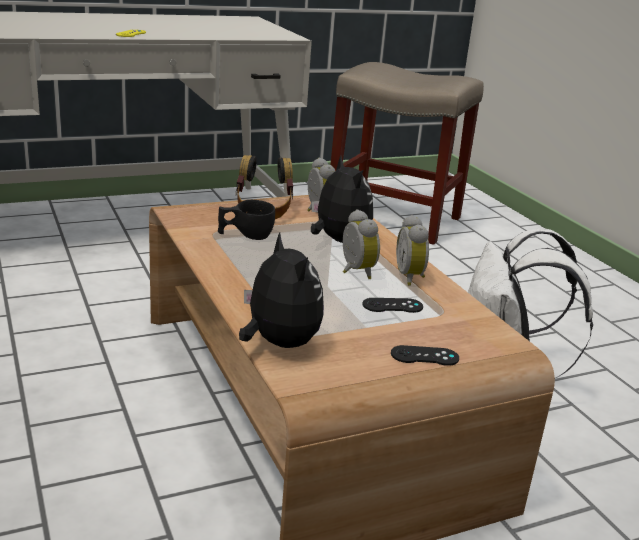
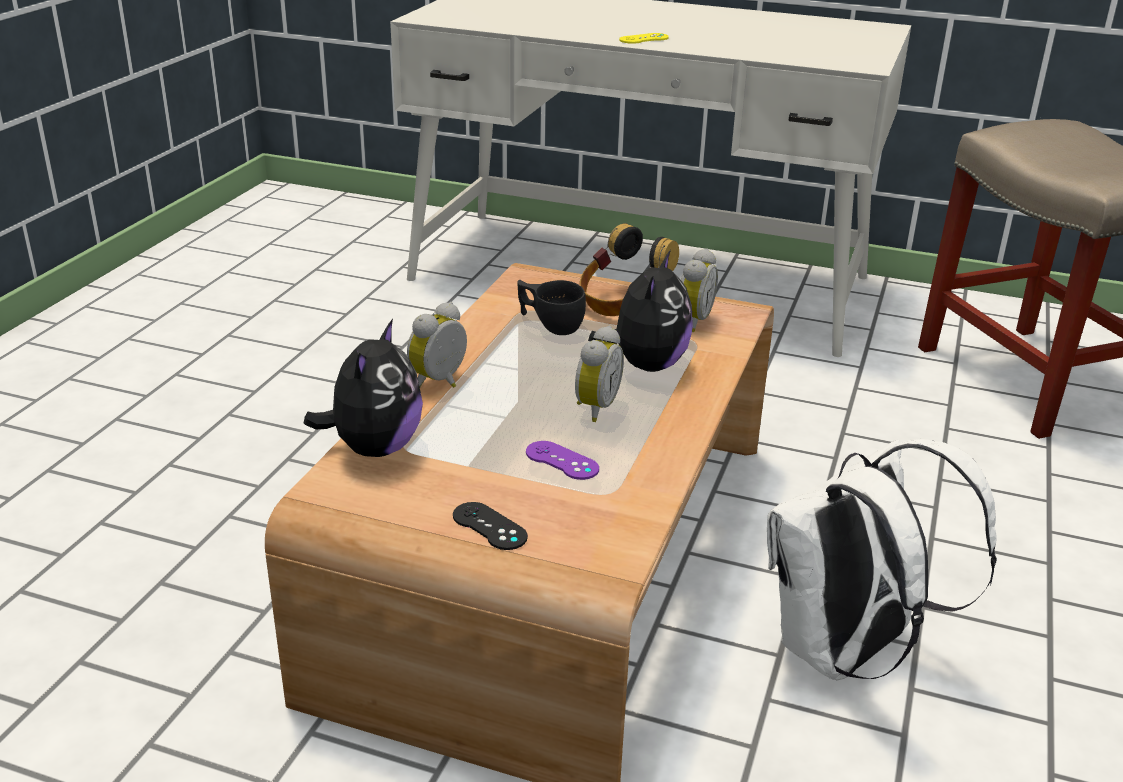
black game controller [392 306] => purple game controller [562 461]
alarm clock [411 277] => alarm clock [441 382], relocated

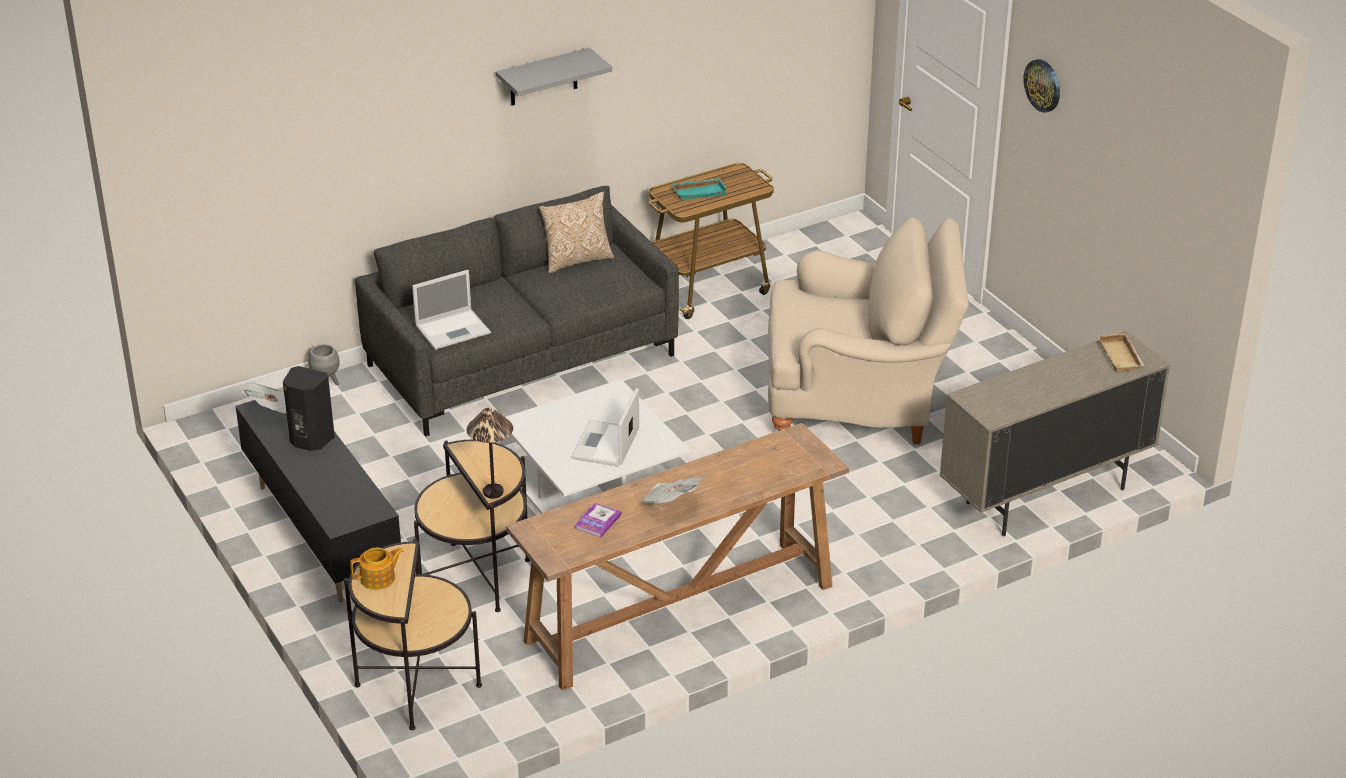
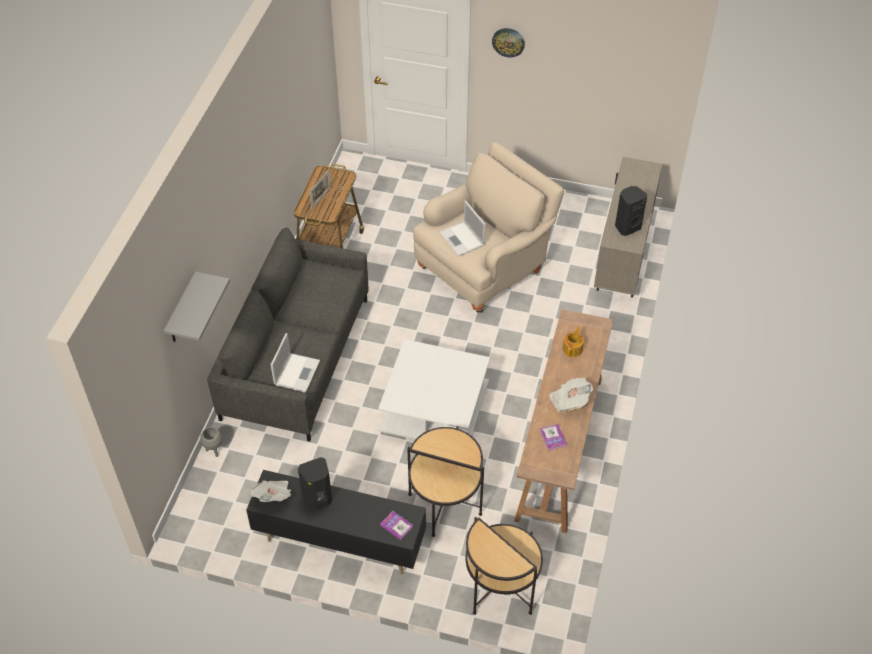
teapot [378 579] => teapot [573 349], relocated
table lamp [494 492] => nothing
grey shelf [543 77] => grey shelf [182 310], relocated
pillow [576 260] => nothing
laptop [605 445] => laptop [462 239], relocated
turquoise tray [699 191] => picture frame [321 198]
beige tray [1122 357] => nothing
nothing => book [396 526]
nothing => black speaker [627 227]

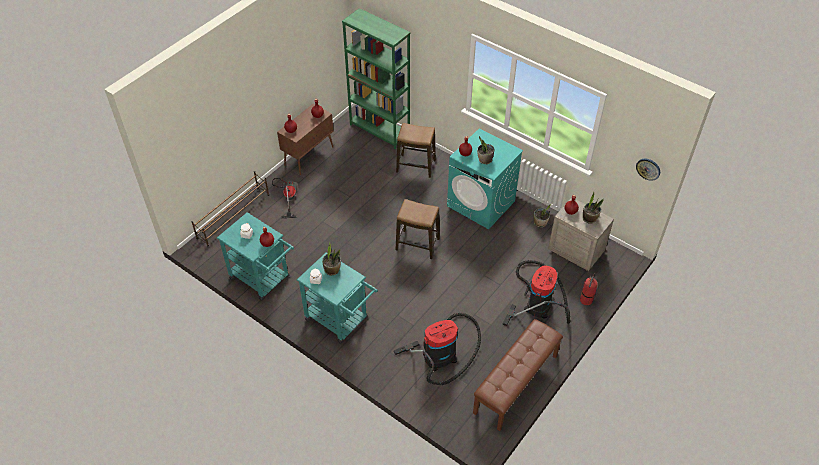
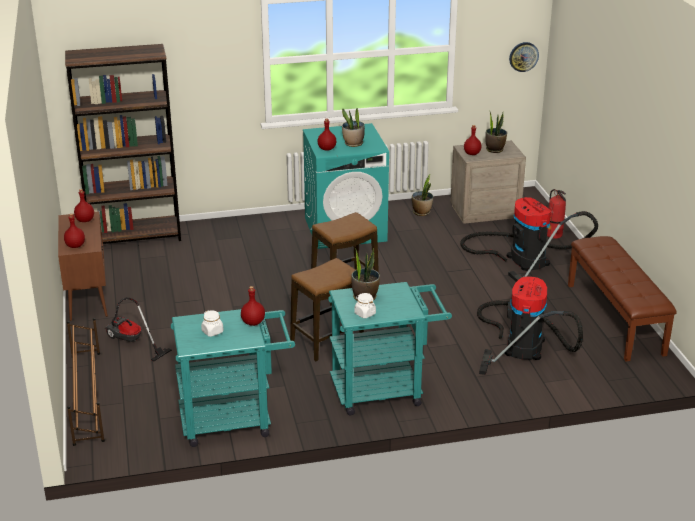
green bookcase [379 130] => brown bookcase [135 236]
stool [416 166] => stool [327 341], relocated

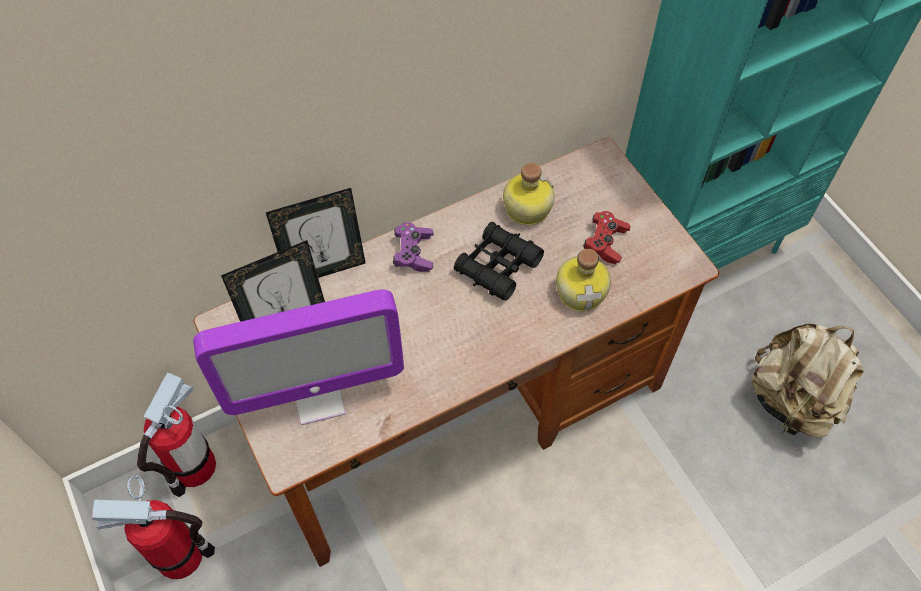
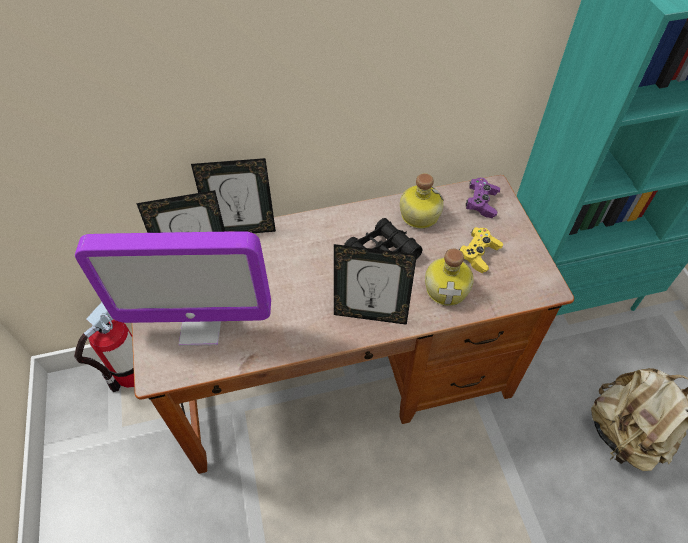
fire extinguisher [180 555] => nothing
purple game controller [413 253] => purple game controller [481 203], relocated
red game controller [605 242] => yellow game controller [478 254]
nothing => picture frame [370 314]

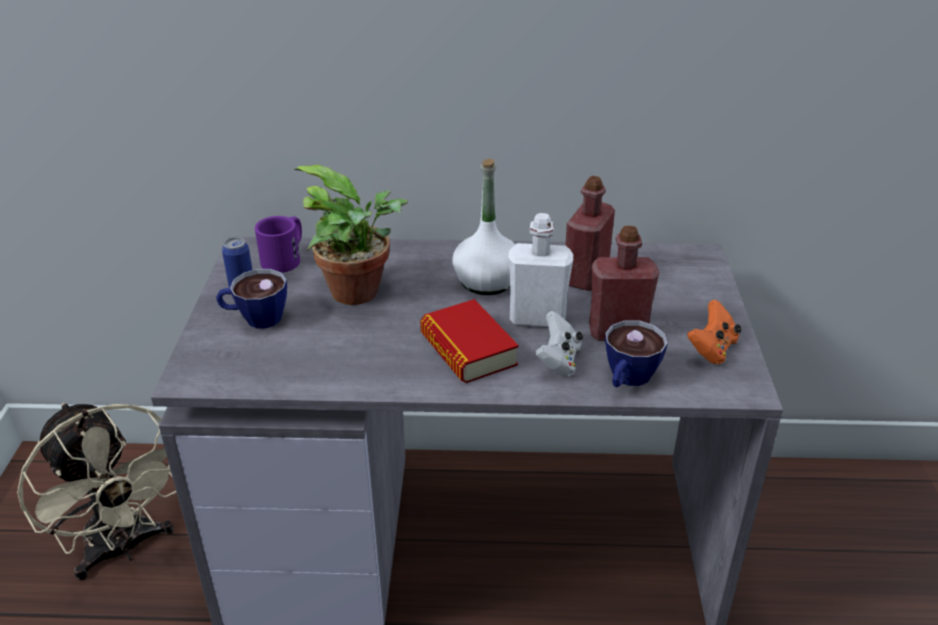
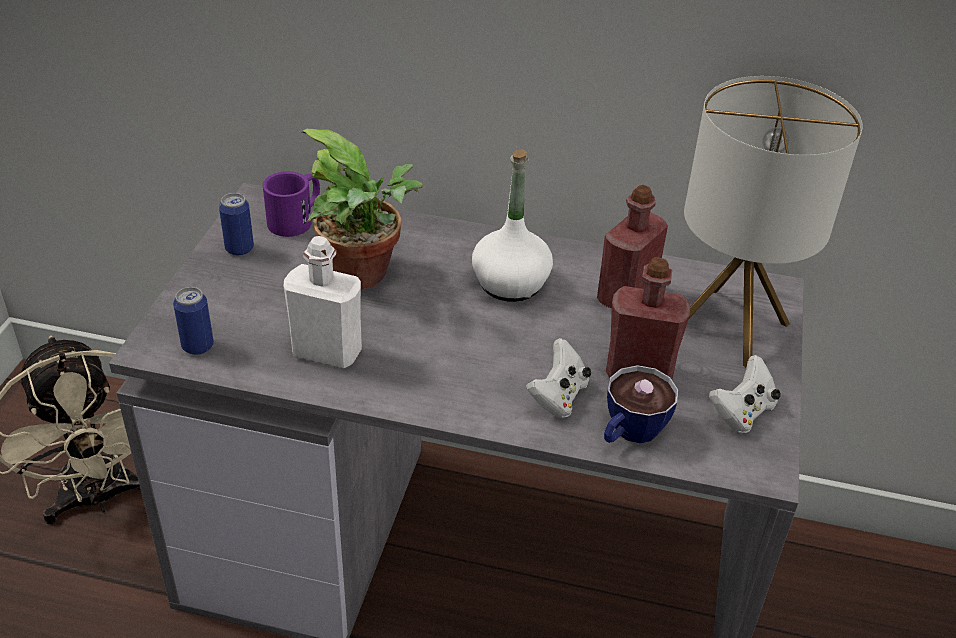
cup [255 318] => nothing
book [468 349] => nothing
white bottle [537 318] => white bottle [327 352], relocated
orange game controller [712 349] => white game controller [742 412]
nothing => can [198 346]
nothing => table lamp [730 326]

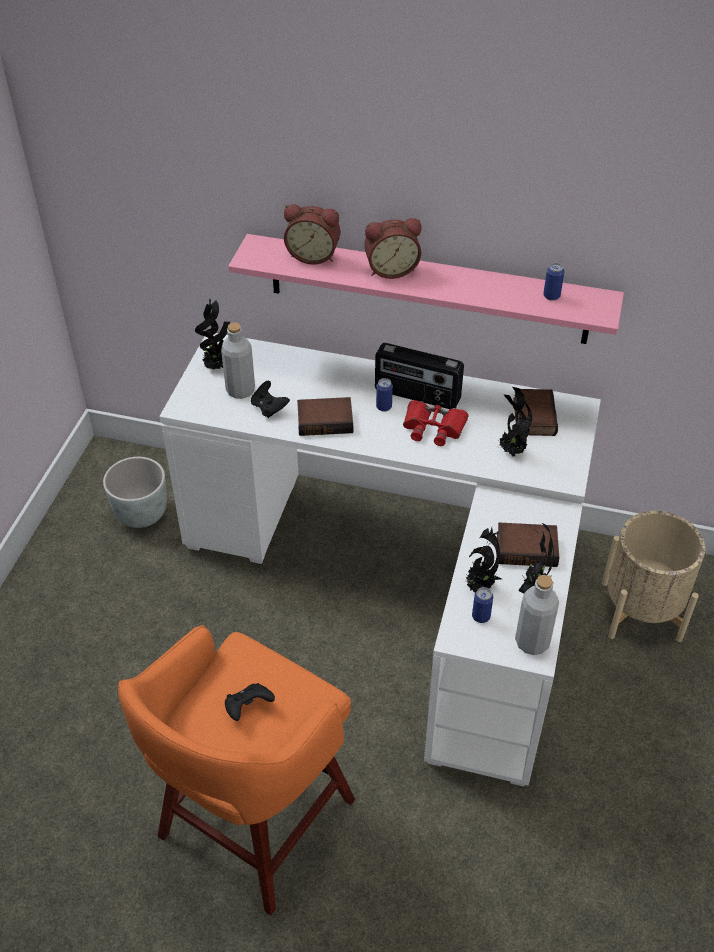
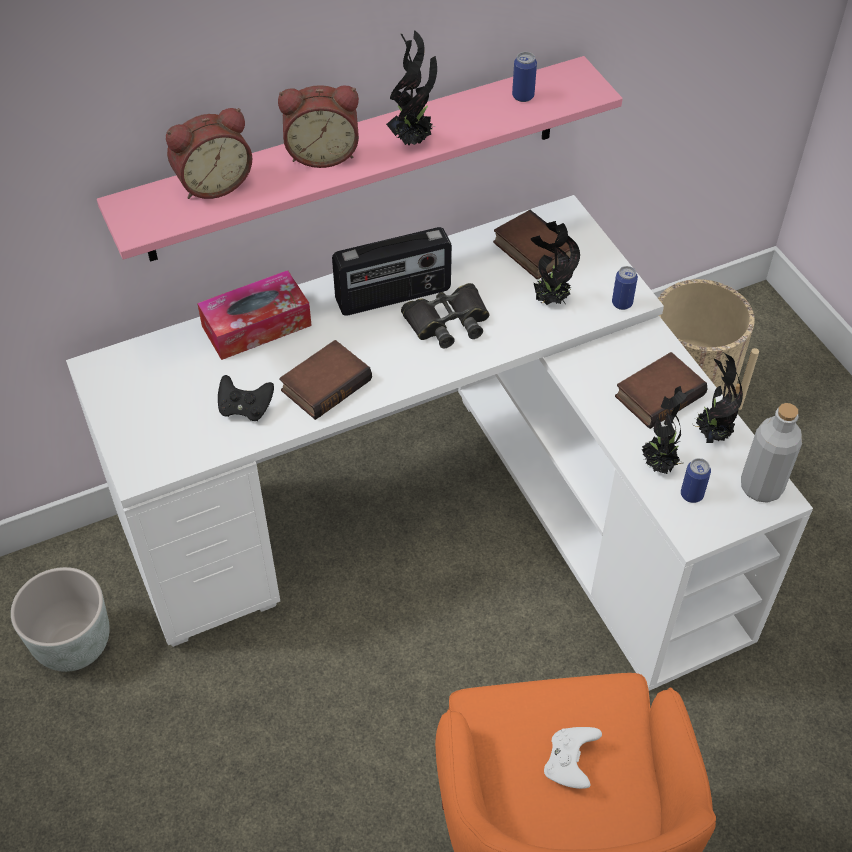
potted plant [217 367] => potted plant [413 140], relocated
grey bottle [240 390] => nothing
black game controller [248 708] => white game controller [570 764]
alarm clock [391 269] => alarm clock [322 153], 45 degrees clockwise
can [384 407] => can [622 303], relocated
red binoculars [433 427] => black binoculars [448 322]
nothing => tissue box [256 326]

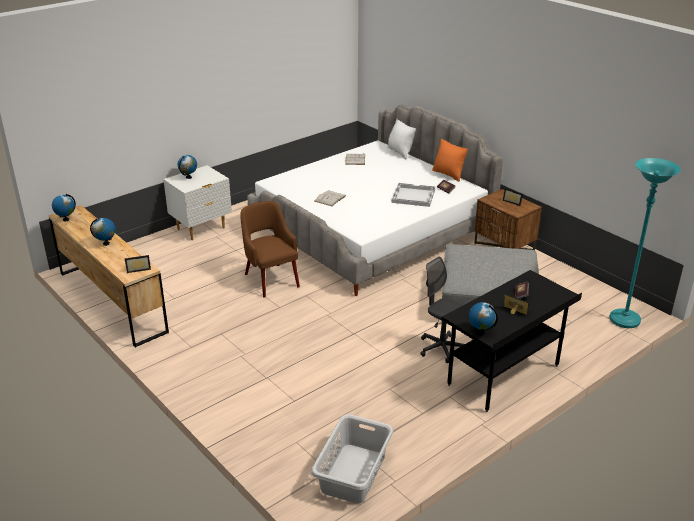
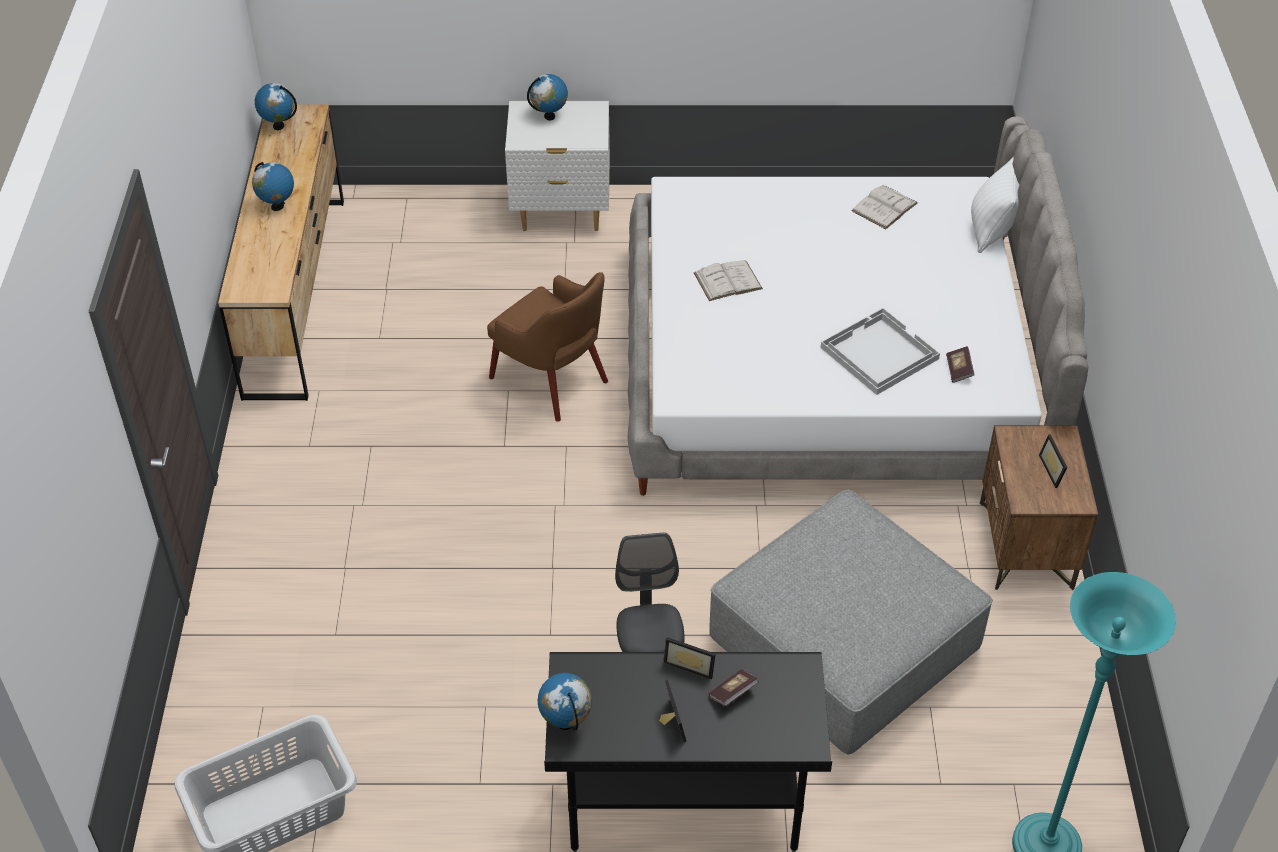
picture frame [138 269] => picture frame [690 664], relocated
brown armchair [271 279] => brown armchair [551 381], 120 degrees clockwise
orange pillow [448 174] => nothing

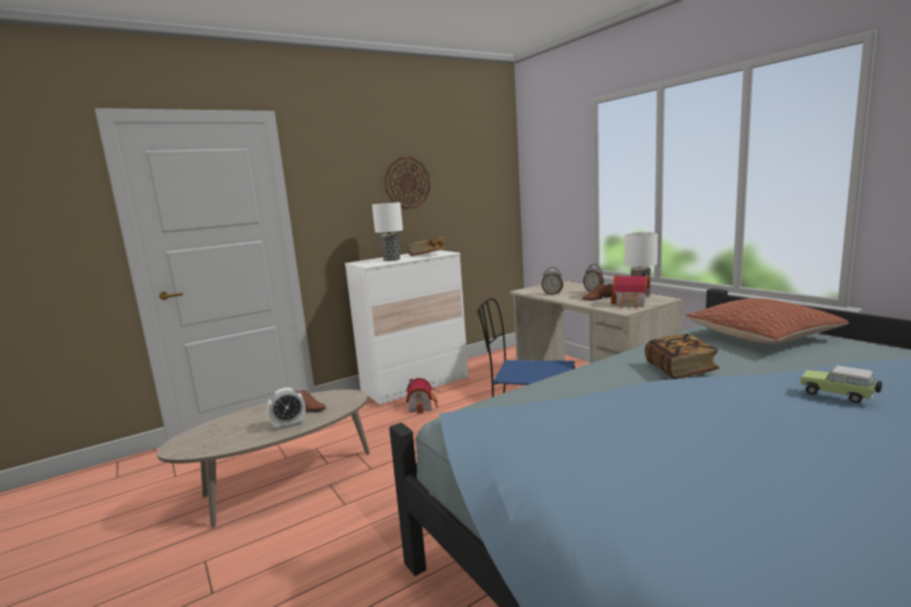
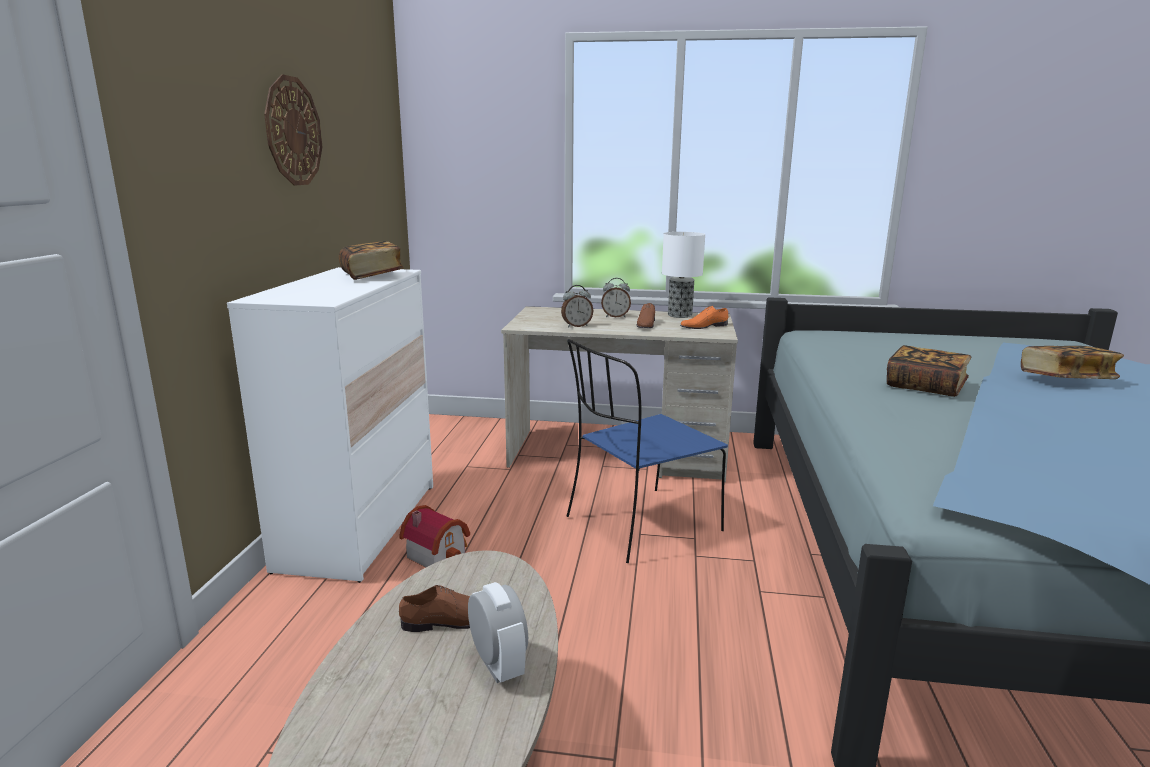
alarm clock [289 425] => alarm clock [498 665], 45 degrees counterclockwise
table lamp [391 260] => nothing
toy house [631 304] => orange shoe [703 326]
pillow [761 336] => nothing
toy car [839 395] => book [1066 379]

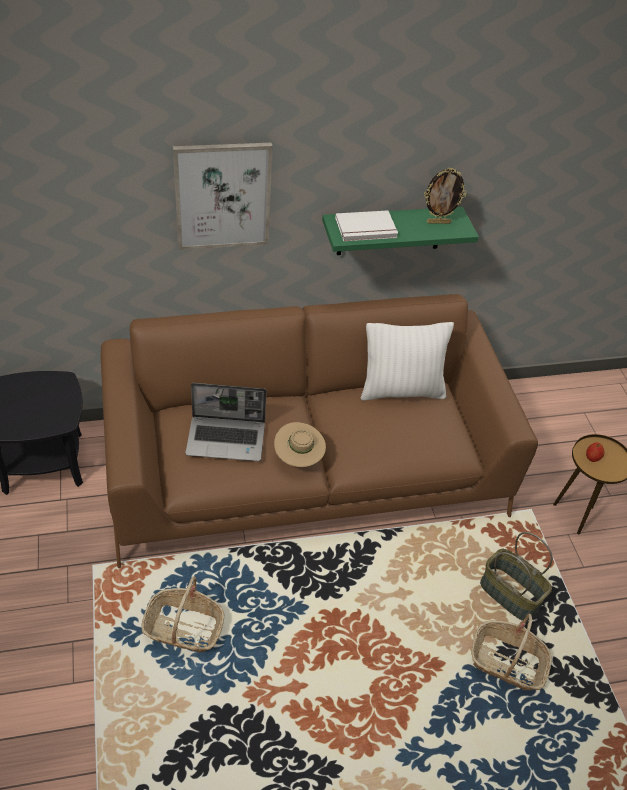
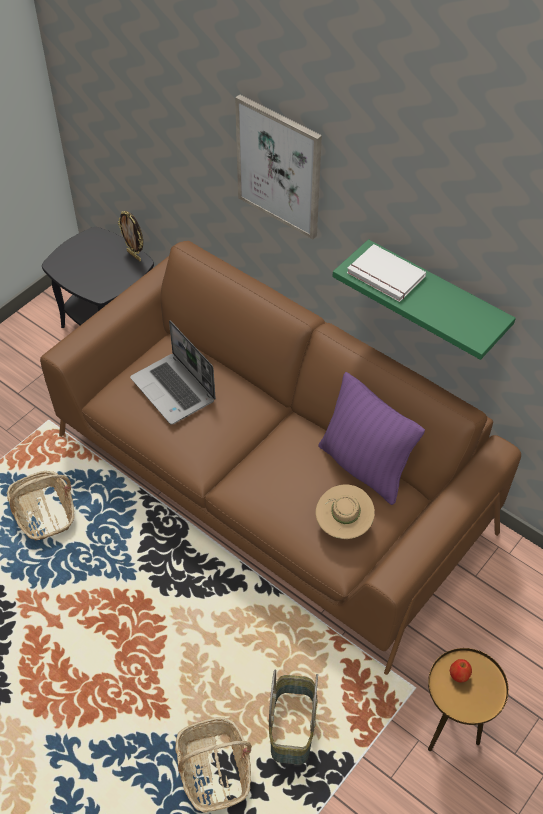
beige hat [298 457] => beige hat [343 524], relocated
white pillow [401 390] => purple pillow [364 467]
picture frame [438 222] => picture frame [134 255], relocated

